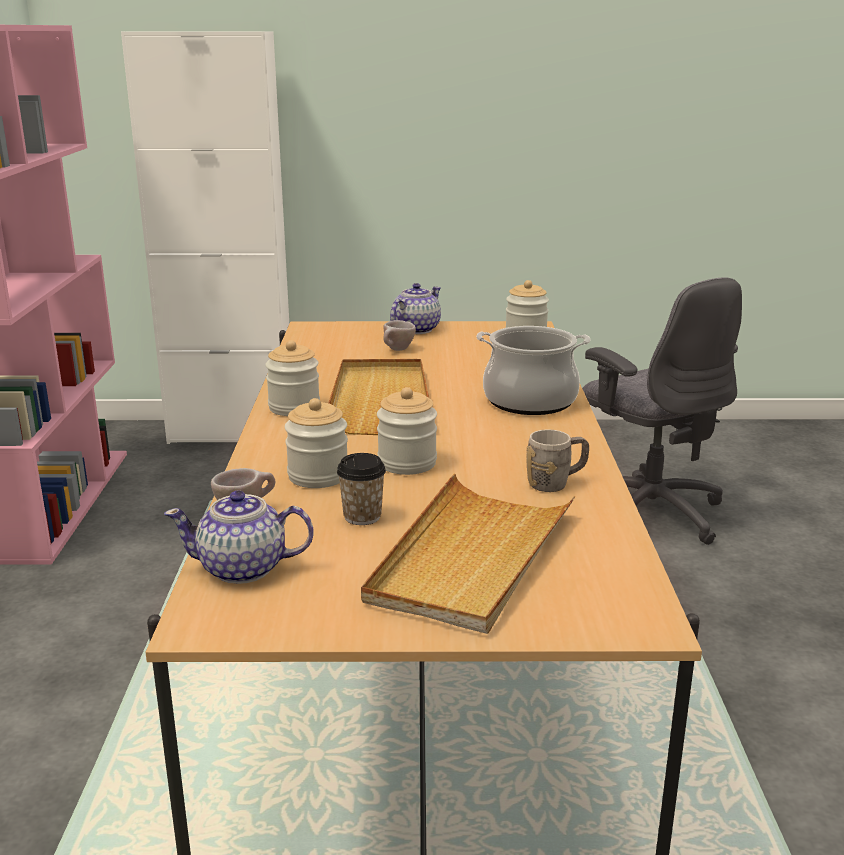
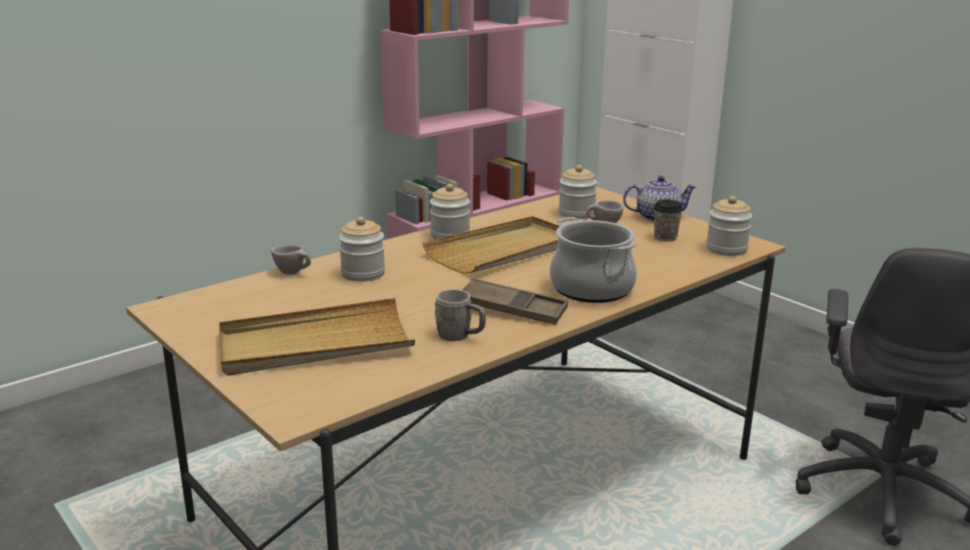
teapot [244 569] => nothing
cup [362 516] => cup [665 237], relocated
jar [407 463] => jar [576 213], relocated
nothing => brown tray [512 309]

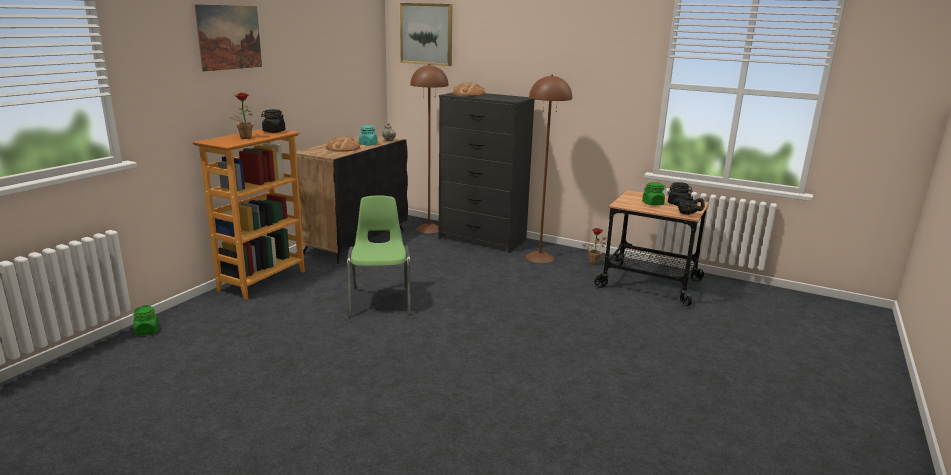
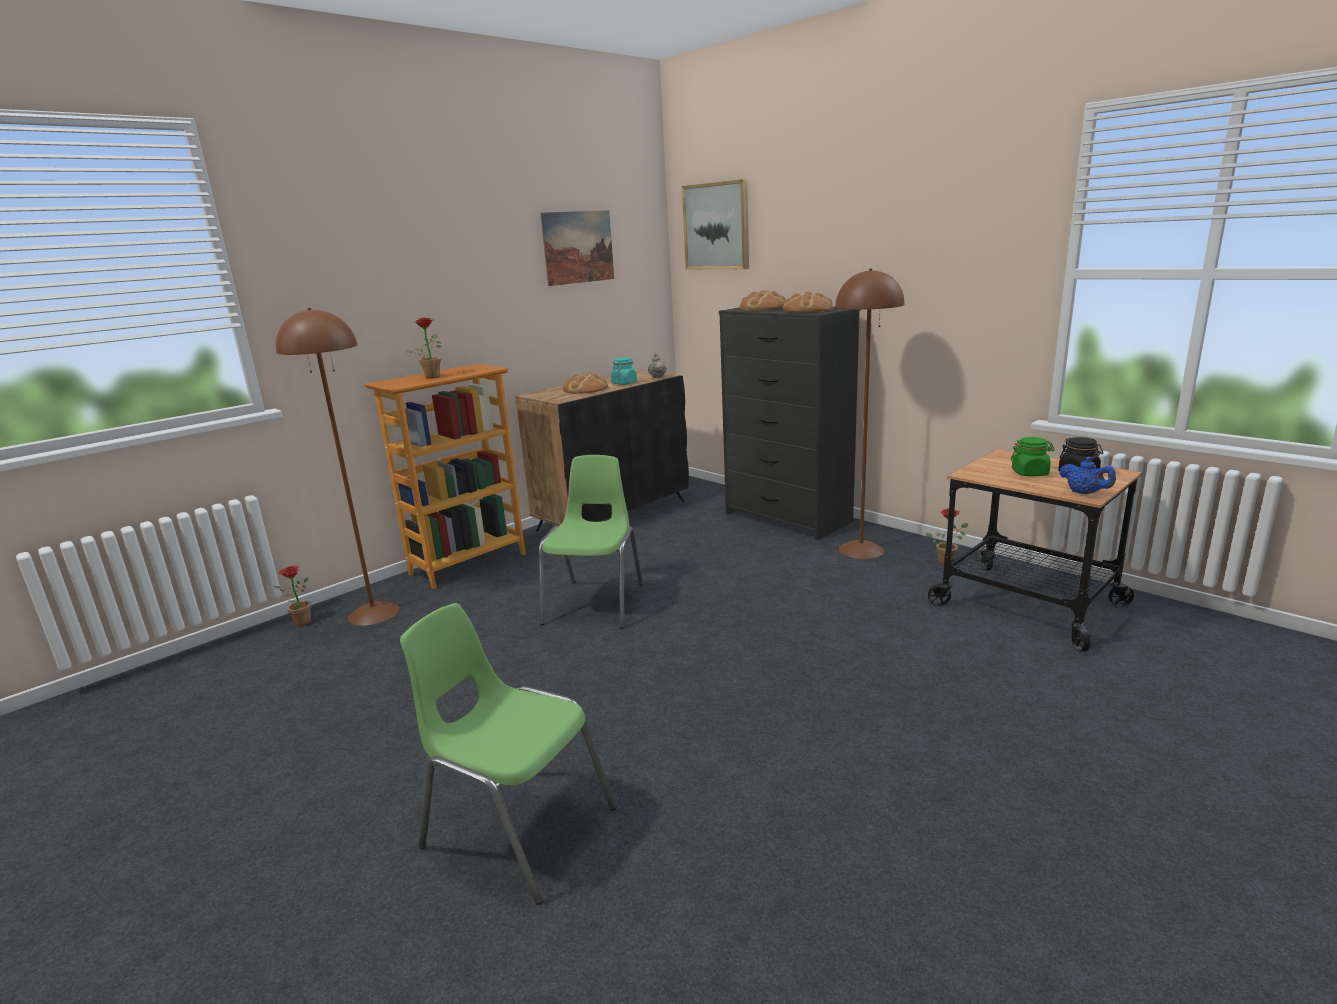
green jar [147 331] => potted plant [299 623]
picture [229 37] => picture [578 247], relocated
black jar [274 131] => nothing
brown floor lamp [429 228] => brown floor lamp [374 613], relocated
black teapot [687 214] => blue teapot [1084 493]
nothing => green chair [516 827]
nothing => bread [807 310]

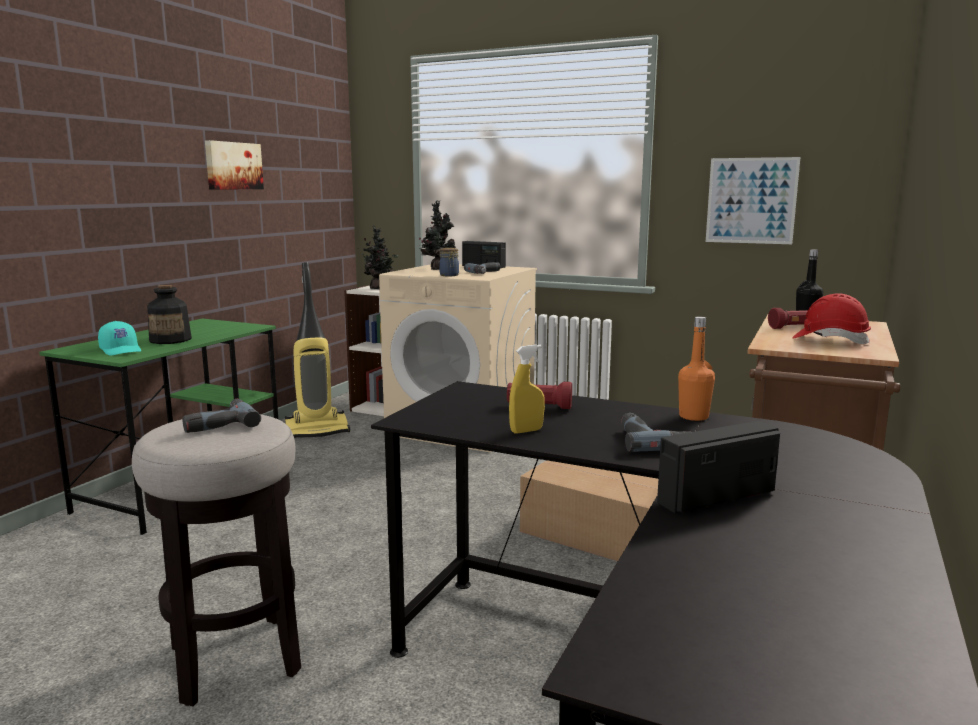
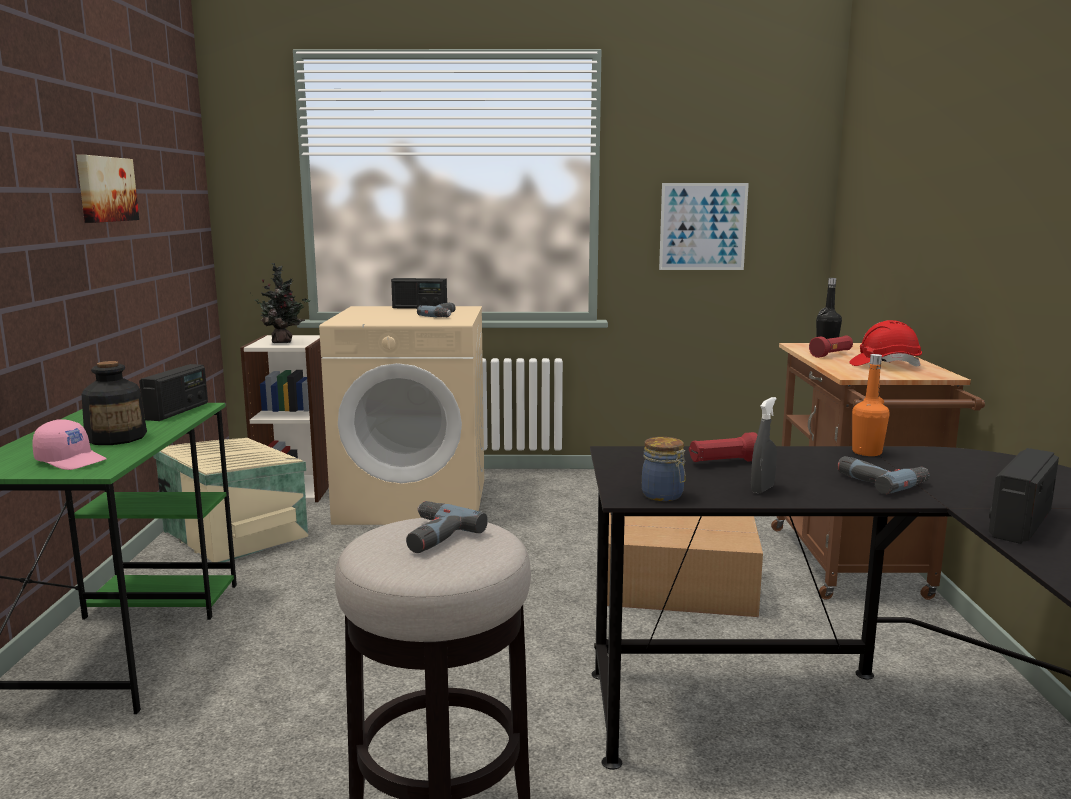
turquoise cap [121 350] => pink cap [72 460]
vacuum cleaner [317 430] => beige storage box [236 533]
potted plant [438 269] => nothing
jar [449 275] => jar [663 496], relocated
yellow spray bottle [526 431] => grey spray bottle [762 489]
nothing => radio [177 411]

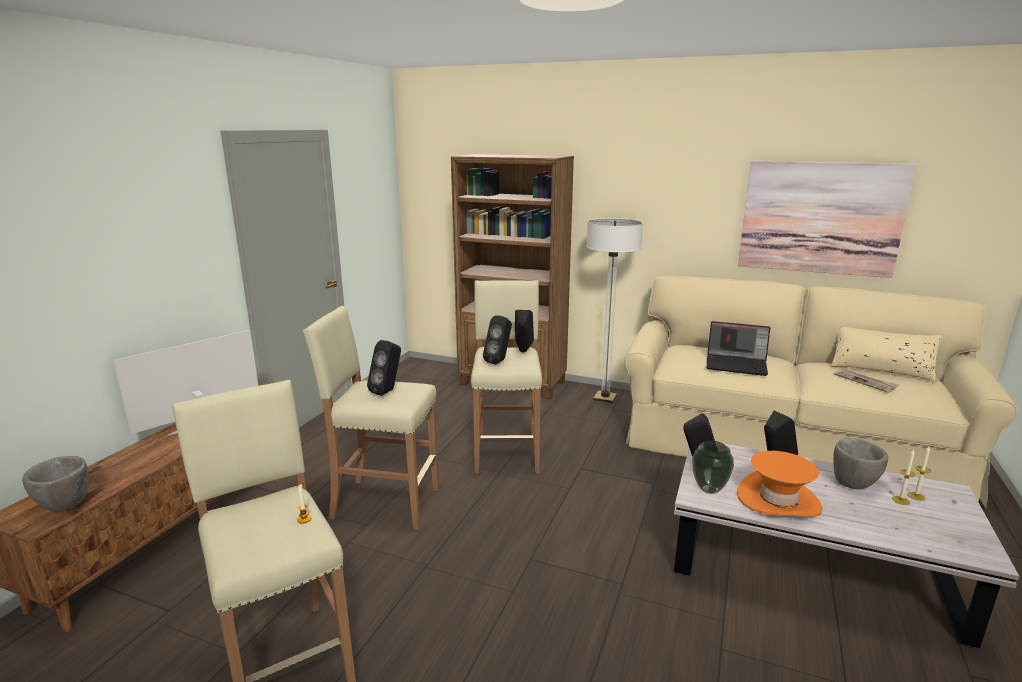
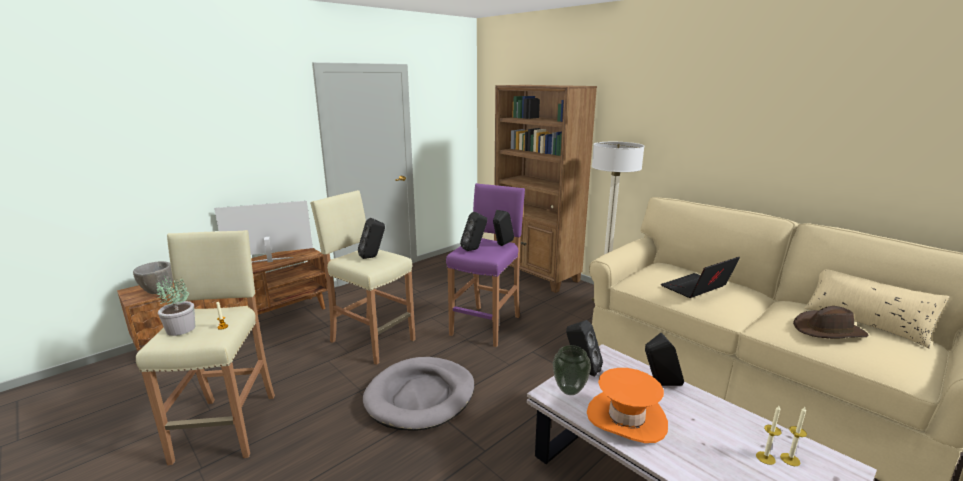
beige stool [507 451] => purple stool [486 325]
laptop [737 365] => laptop [696 288], 105 degrees clockwise
picture [820 218] => nothing
grey bowl [853 484] => nothing
newspaper [866 382] => brown hat [828 330]
nothing => potted plant [180 329]
nothing => grey dog bed [420 396]

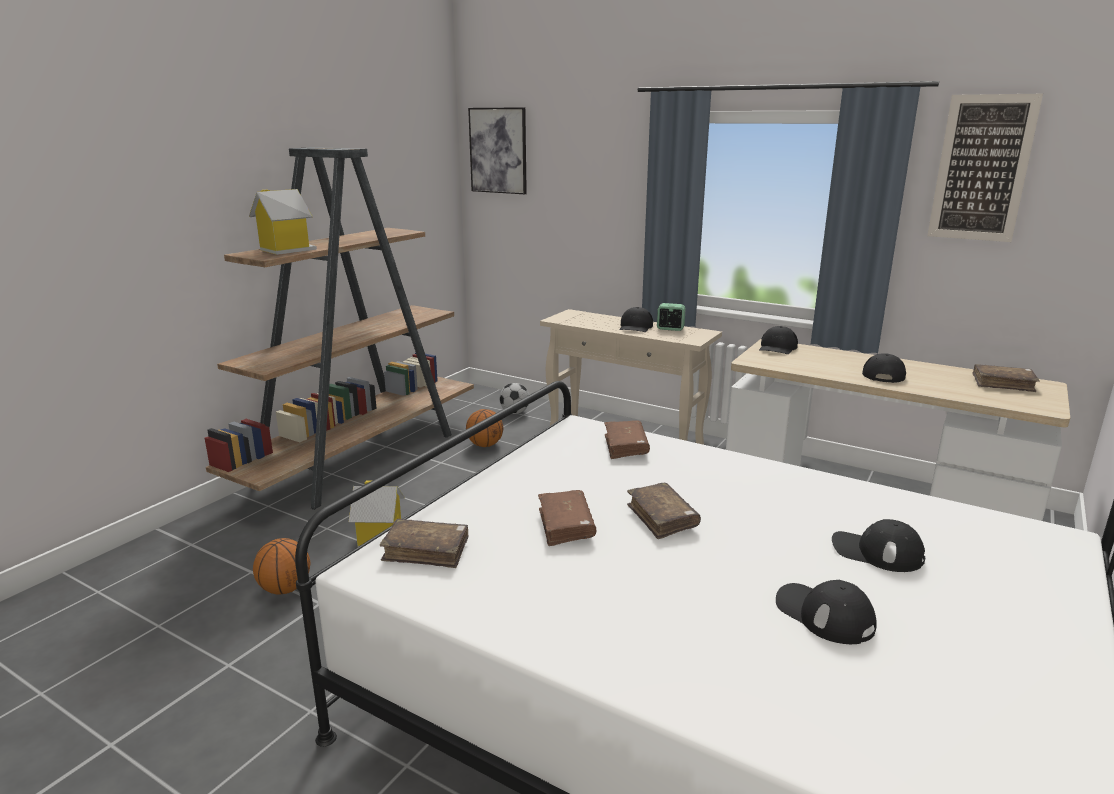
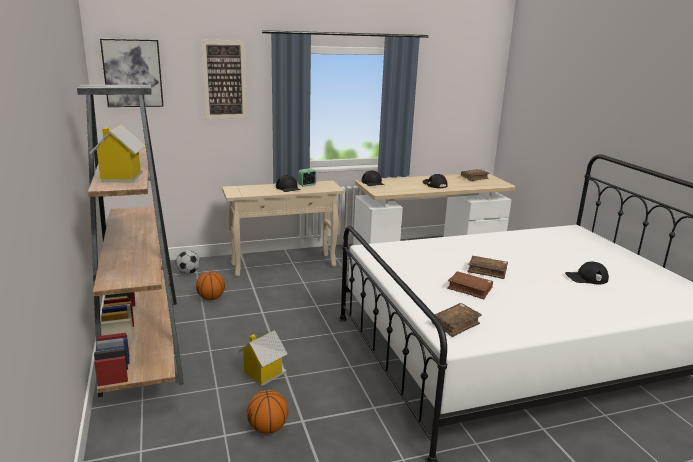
brown book [625 446] => nothing
black cap [876 552] => nothing
picture [982 168] => picture [224 80], relocated

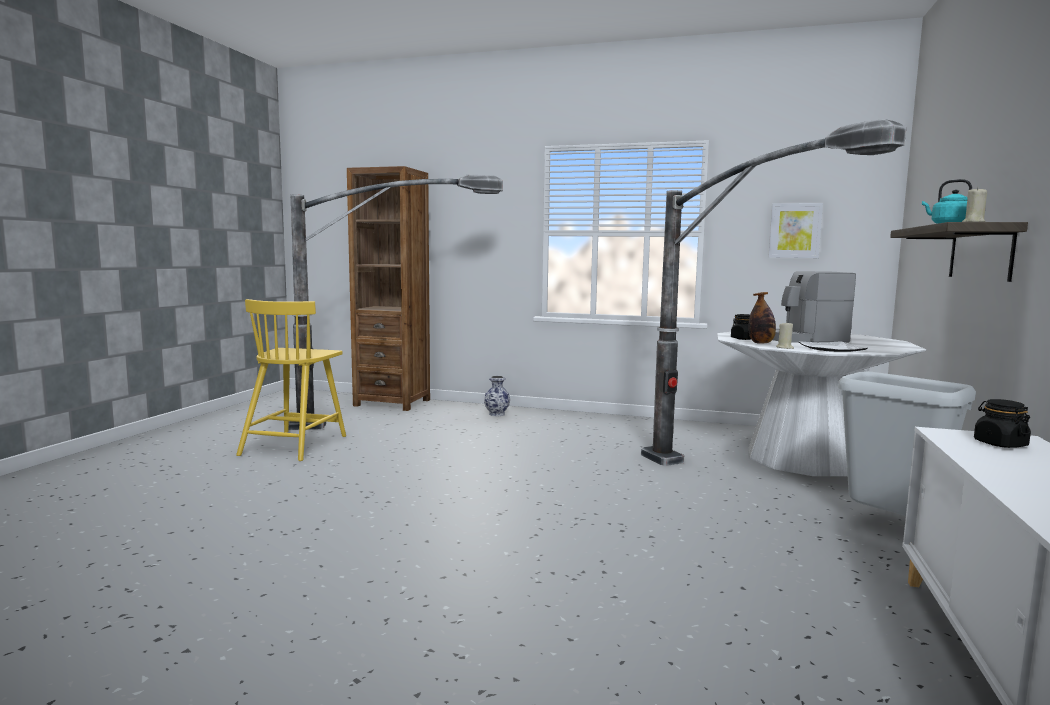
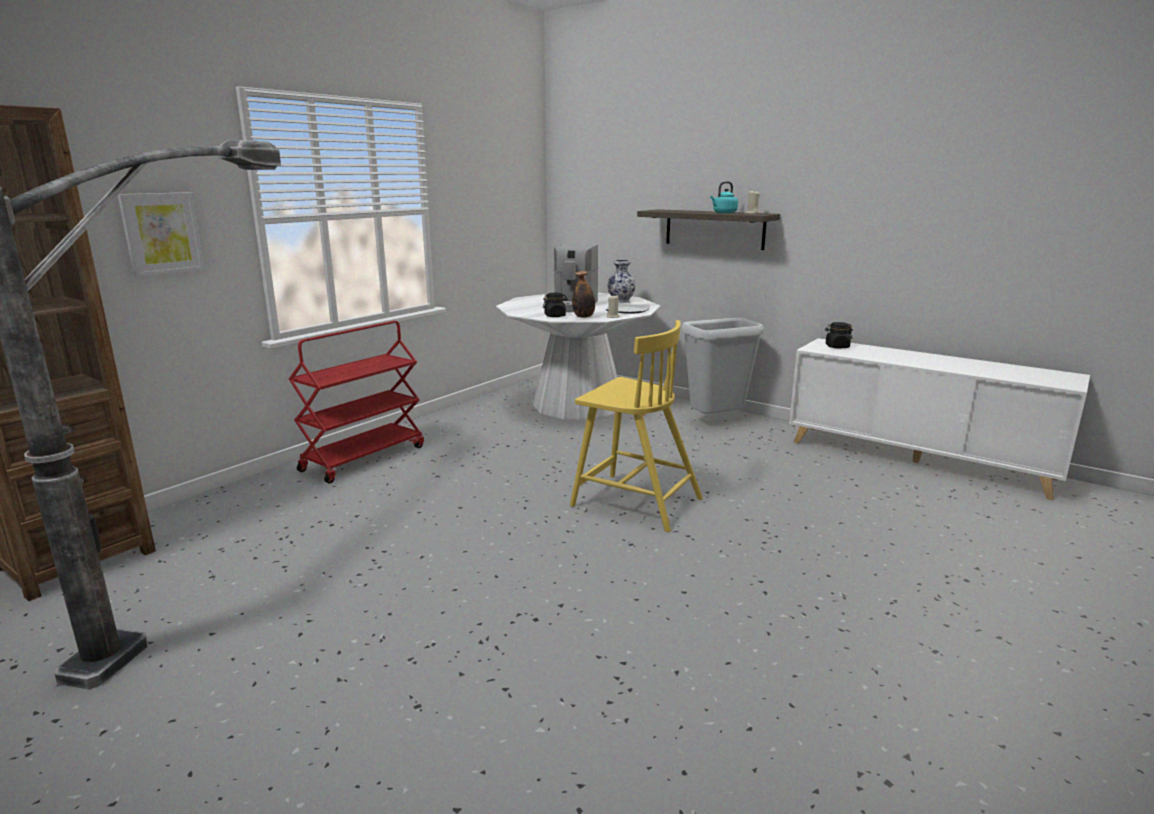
yellow chair [294 445] => yellow chair [634 501], relocated
vase [497 414] => vase [621 301], relocated
floor lamp [734 492] => nothing
picture [794 230] => picture [162 233], relocated
nothing => red cart [364 458]

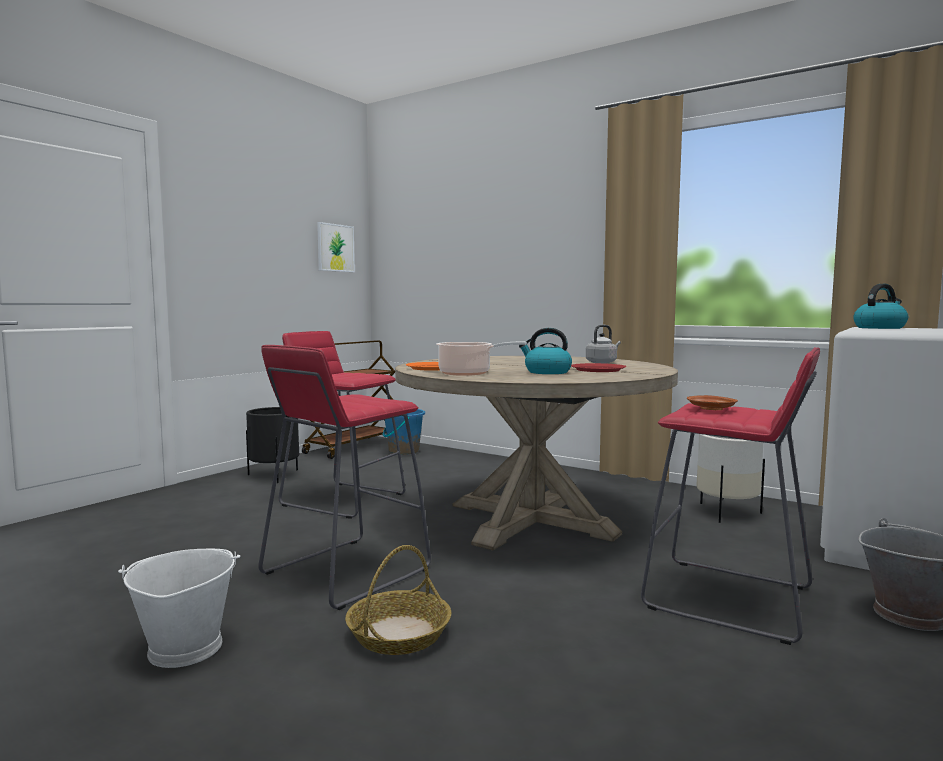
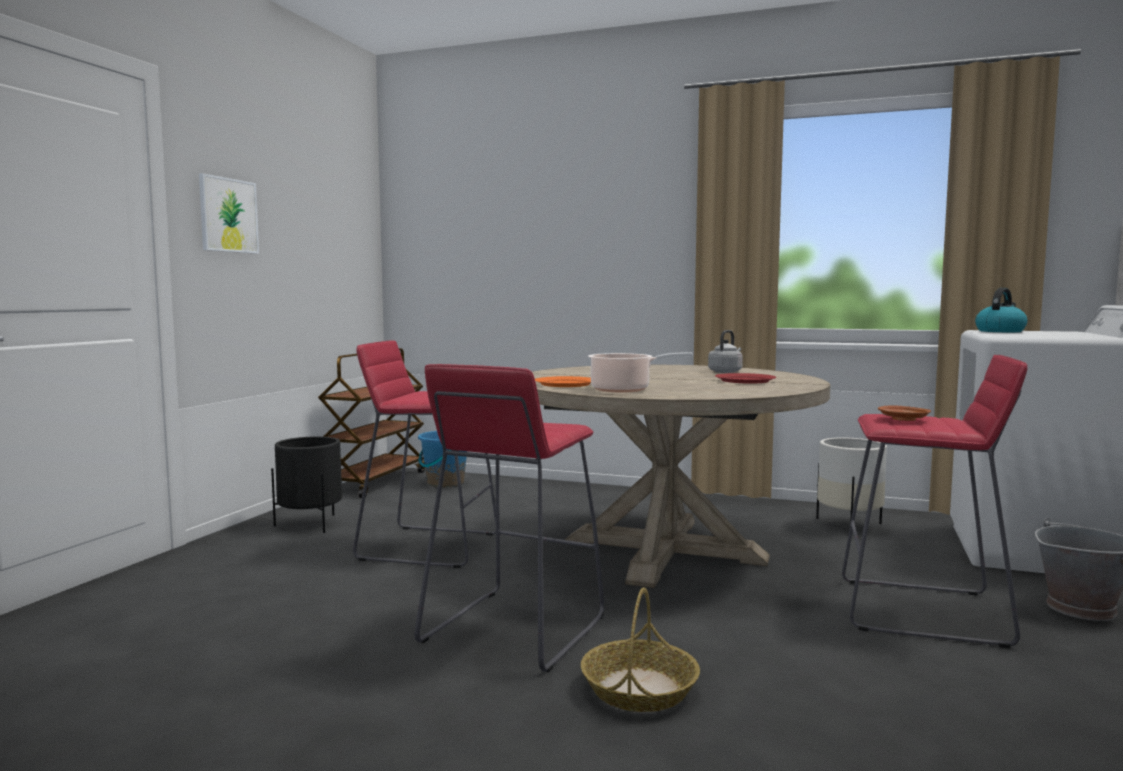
white bucket [184 648] => nothing
picture [335 248] => picture [228 215], relocated
kettle [547 372] => nothing

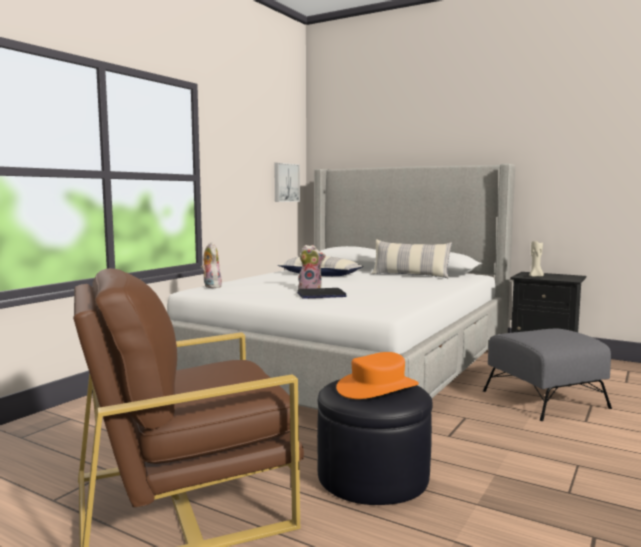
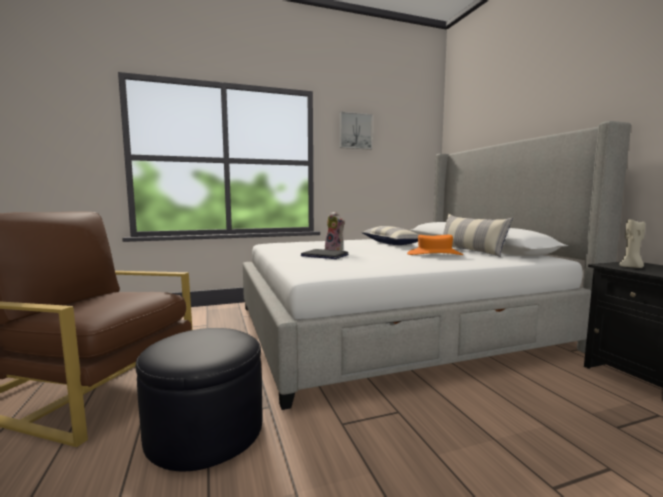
plush toy [210 286] => nothing
picture [285 182] => picture [355 131], relocated
orange hat [378 387] => orange hat [434 254], relocated
grey ottoman [545 399] => nothing

